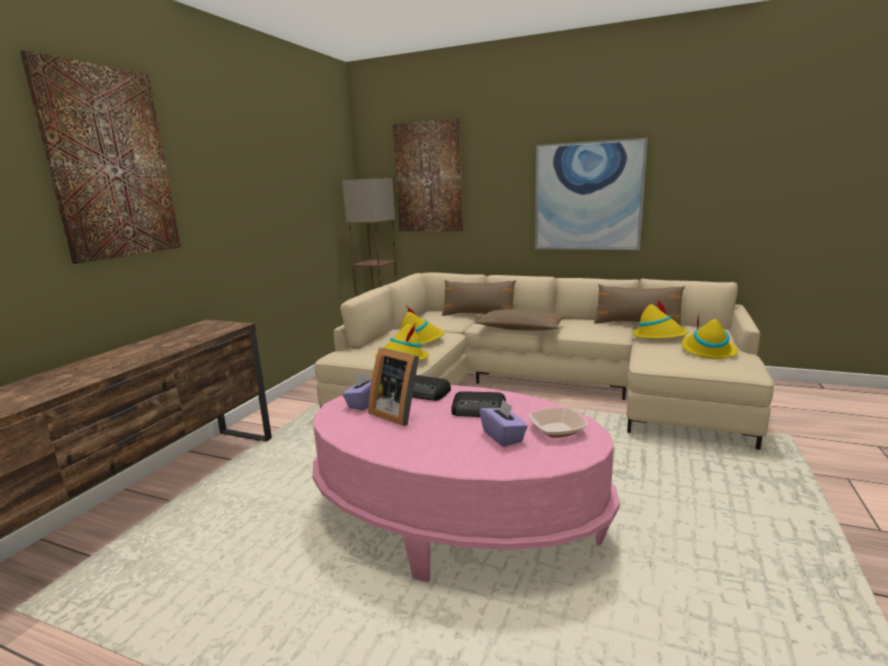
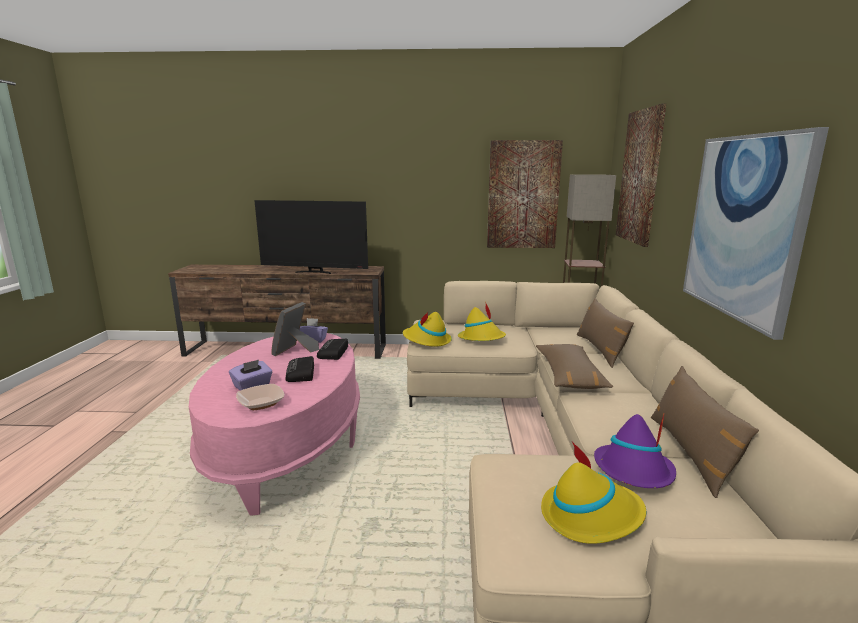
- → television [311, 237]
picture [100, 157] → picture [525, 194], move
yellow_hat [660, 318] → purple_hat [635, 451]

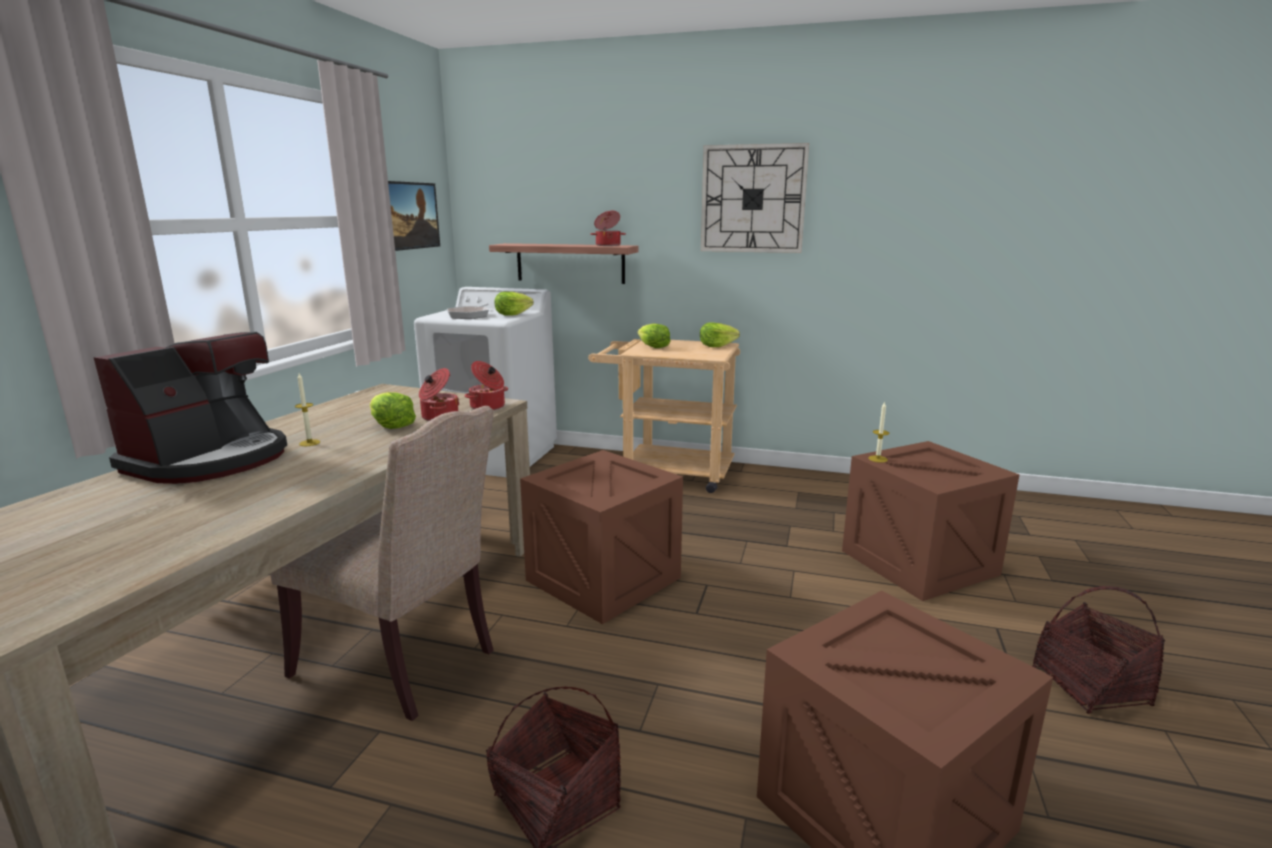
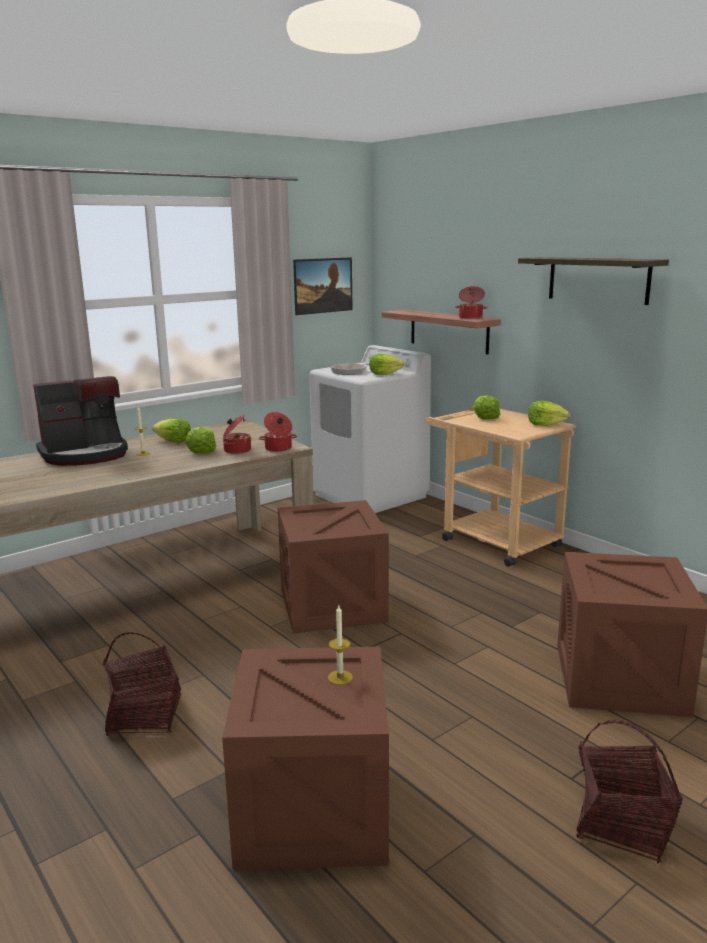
beige_chair [382, 563] → -
- → lettuce [171, 430]
candle [878, 432] → candle [340, 645], move
wall_clock [755, 198] → shelf [593, 281]

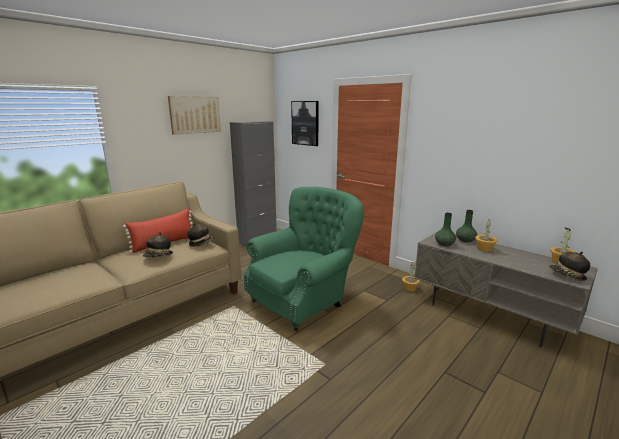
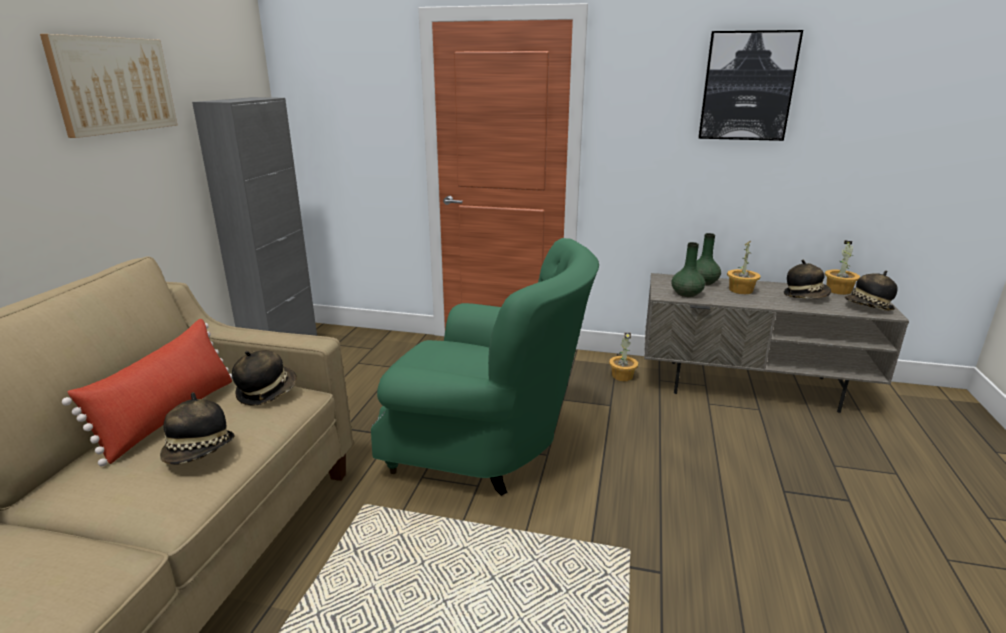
- → hat [807, 279]
picture [305, 123] → picture [750, 85], move
green_armchair [304, 259] → green_armchair [485, 367], 90 degrees clockwise

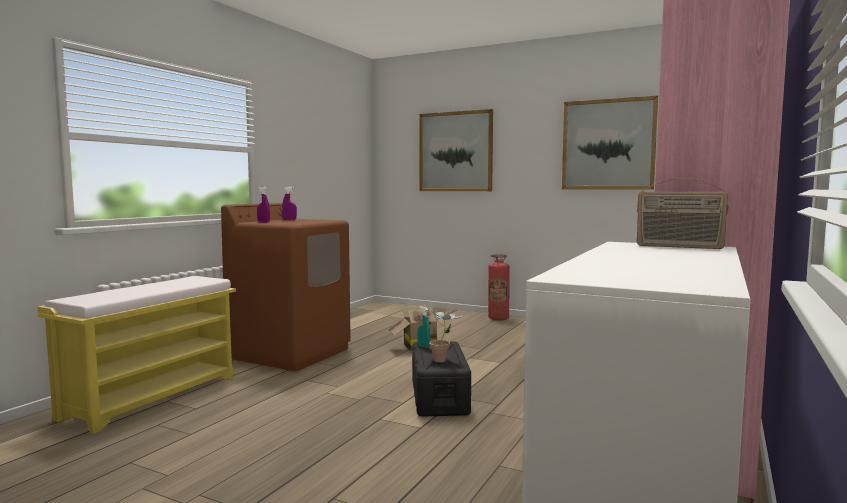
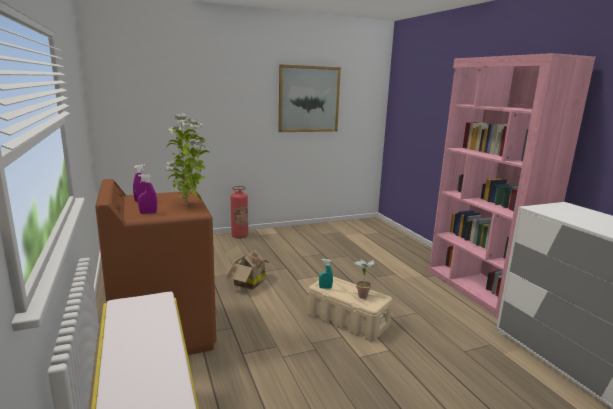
picture [456, 150] → -
radio [683, 213] → -
- → potted_plant [188, 159]
black_storage_box [441, 378] → beige_storage_box [350, 309]

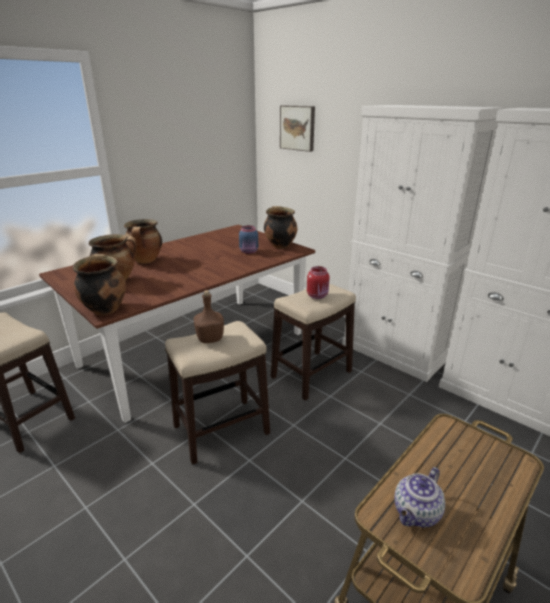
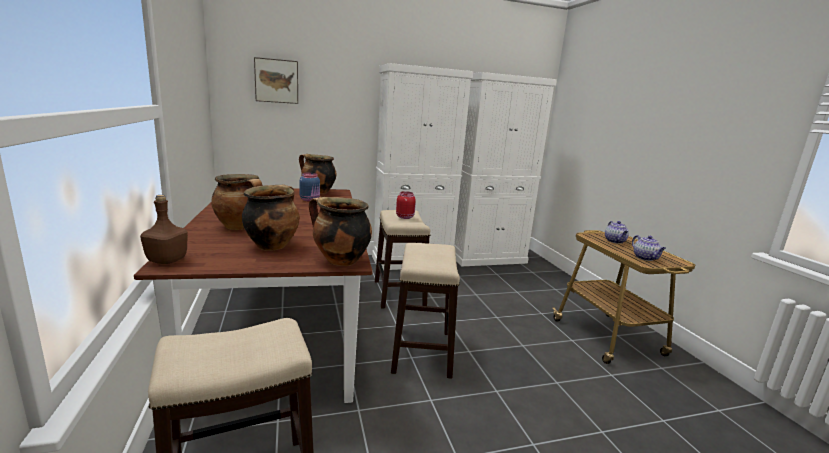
- → teapot [617, 232]
brown_bottle [209, 316] → brown_bottle [164, 229], move

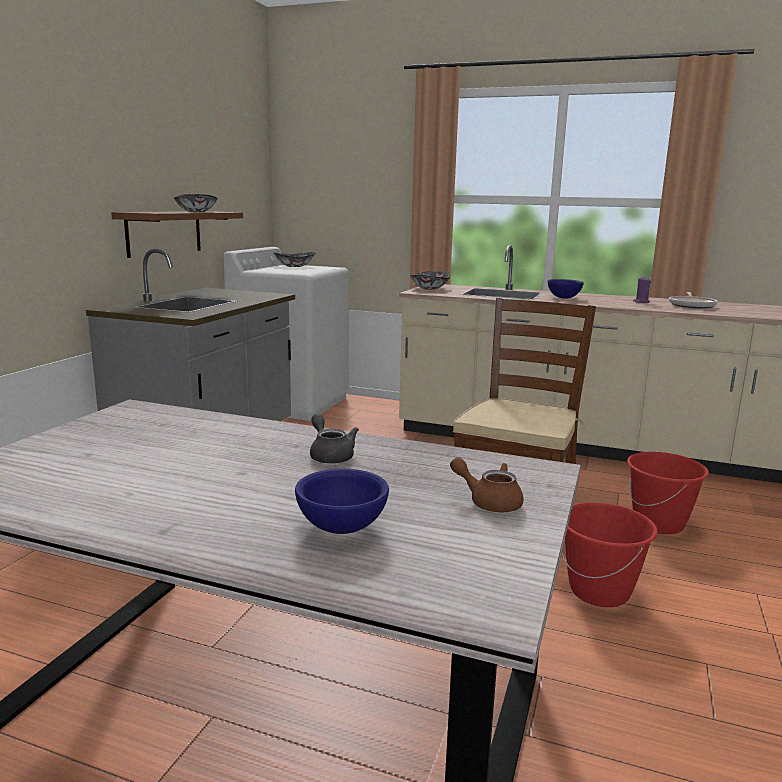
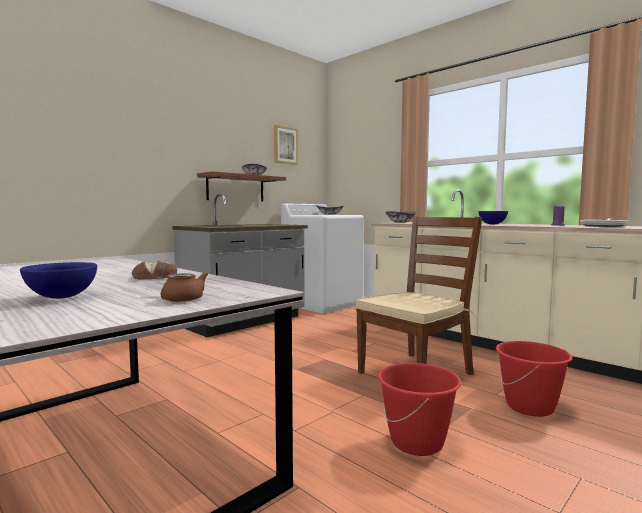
- → picture [286, 145]
grey_teapot [334, 439] → bread [150, 269]

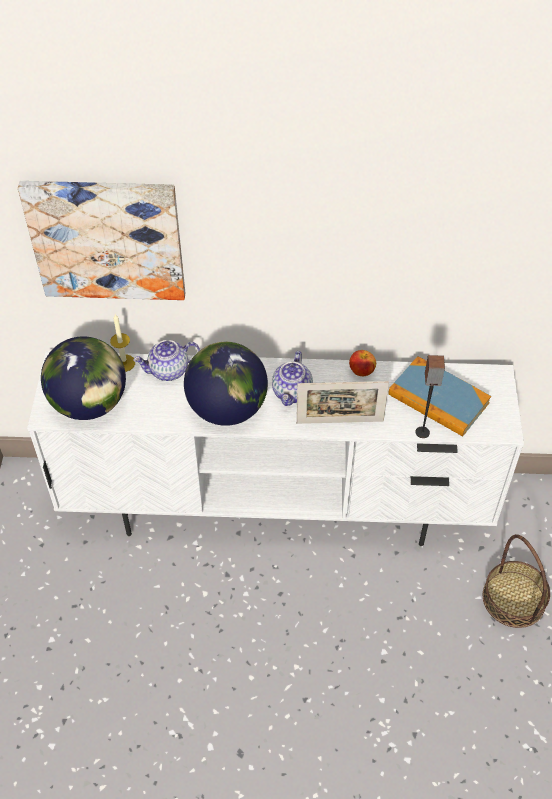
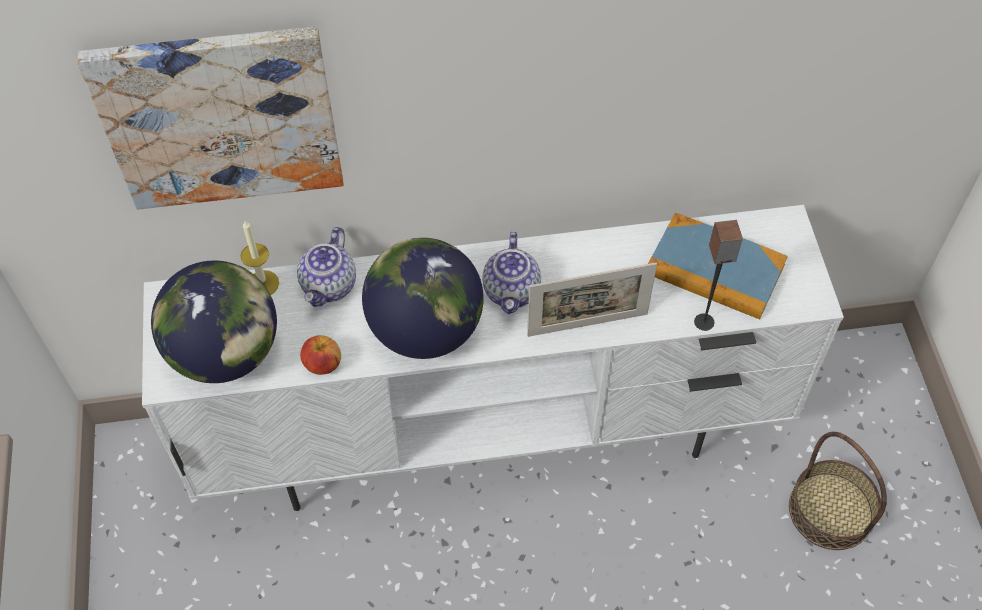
apple [362, 363] → apple [320, 355], move
teapot [166, 360] → teapot [326, 267], 45 degrees counterclockwise

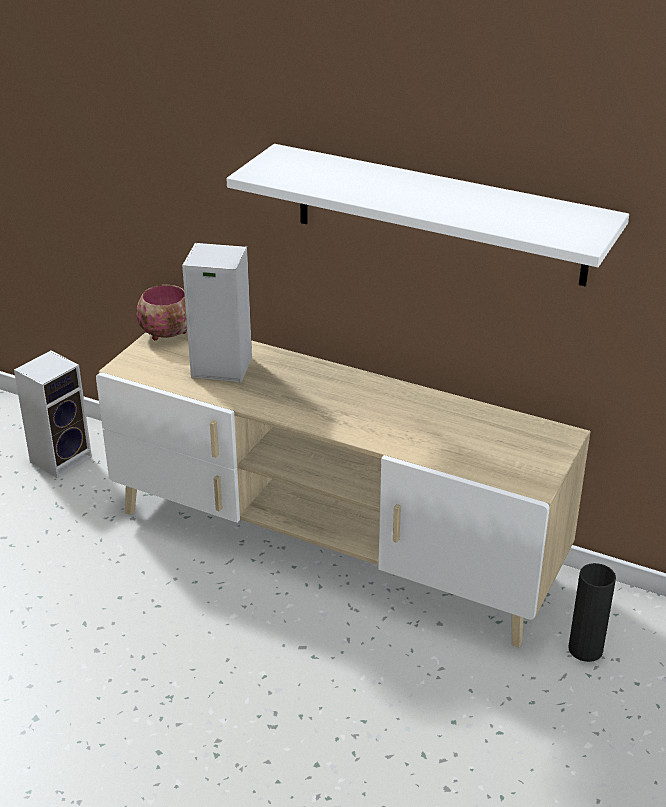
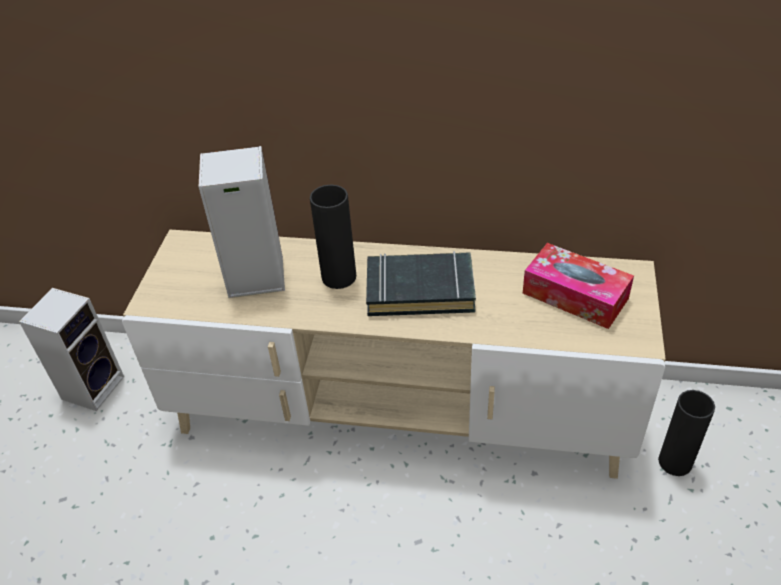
bowl [161, 312] → -
white_shelf [428, 215] → -
- → black_vase [333, 237]
- → black_book [421, 283]
- → tissue_box [578, 286]

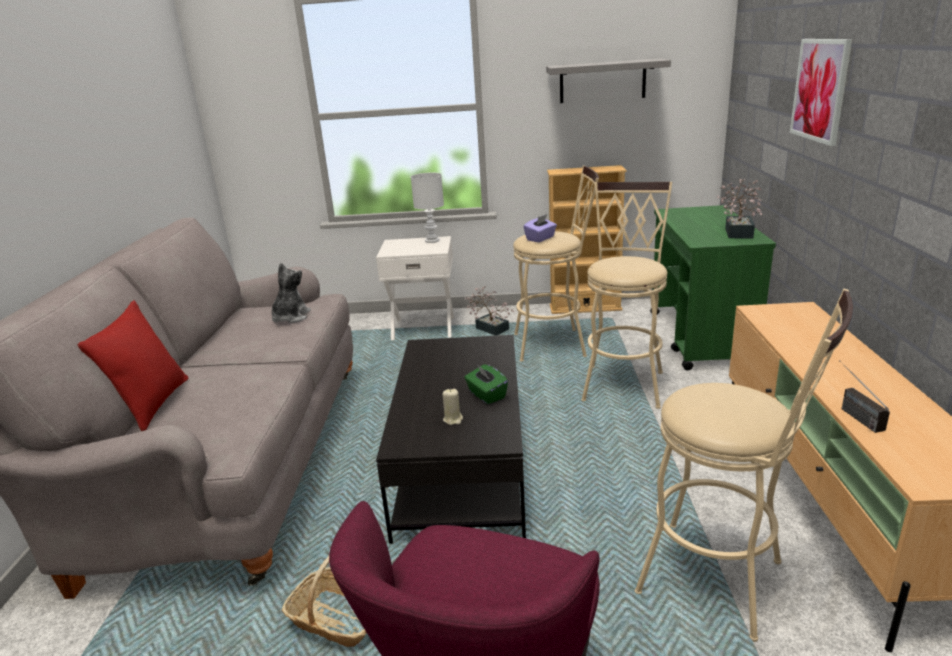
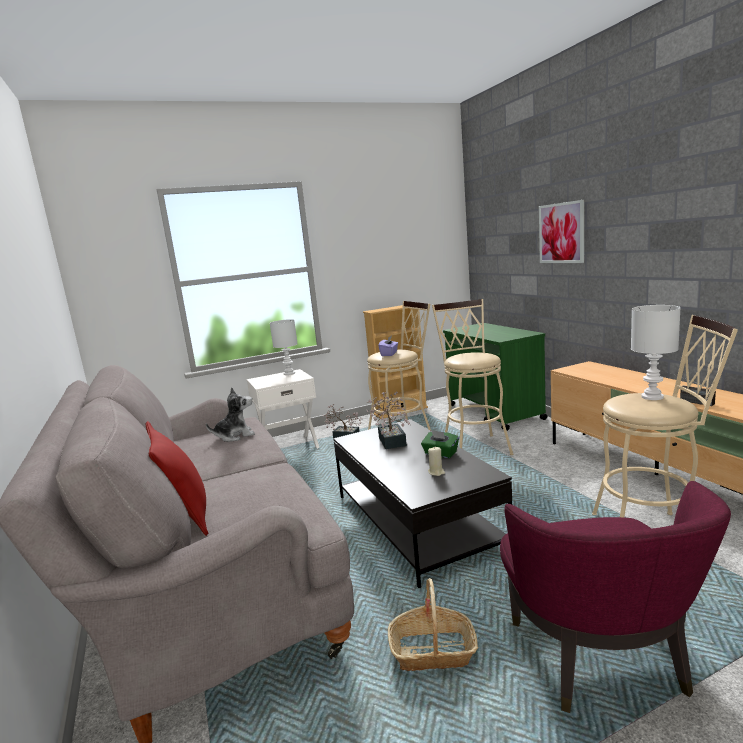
grey_shelf [608, 80] → -
- → white_table_lamp [656, 352]
potted_plant [739, 208] → potted_plant [388, 420], move
plush_toy [291, 293] → plush_toy [230, 414], 75 degrees clockwise

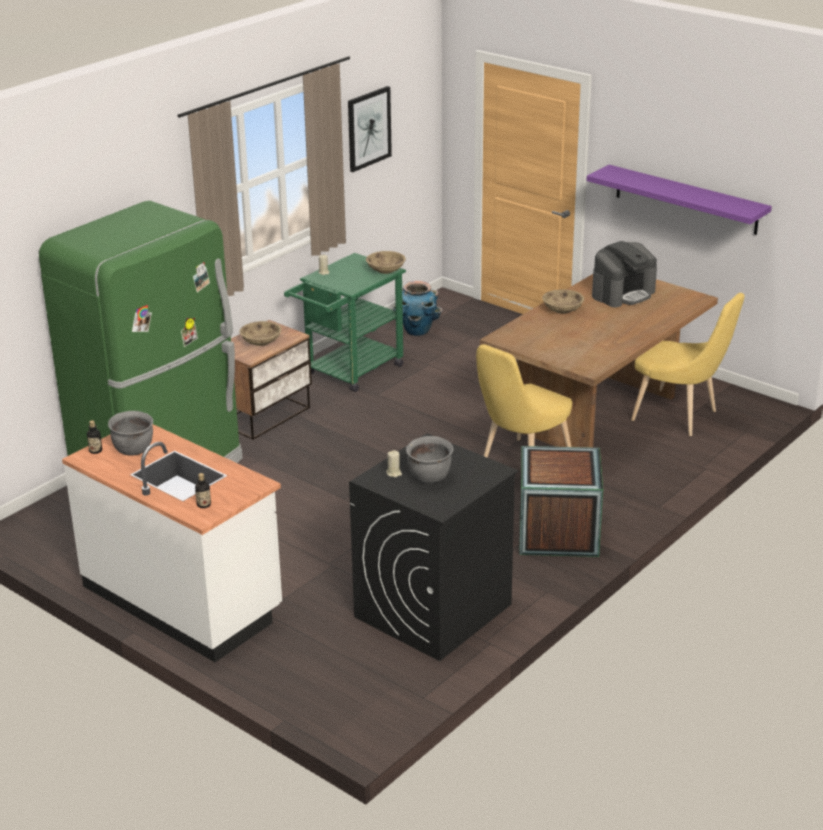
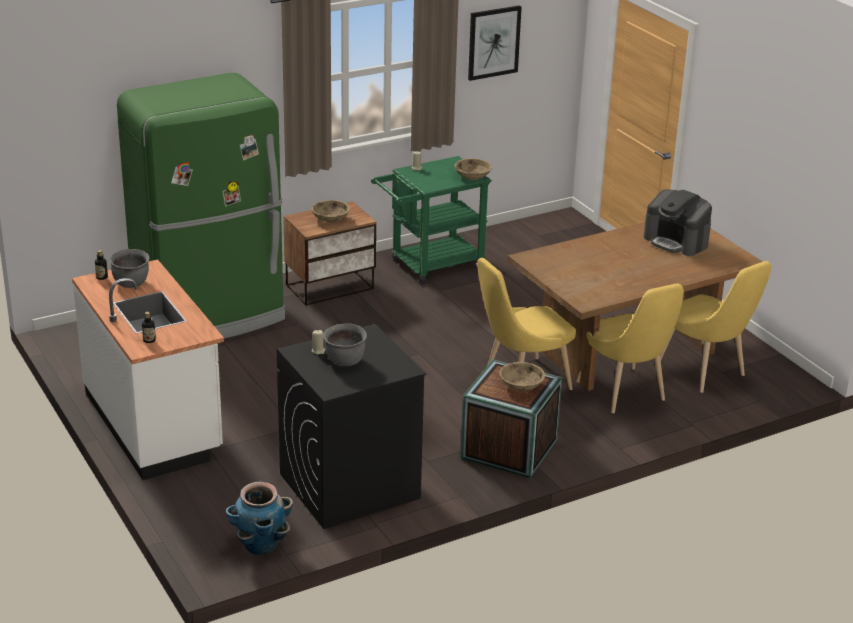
purple_shelf [679, 200] → -
- → yellow_chair [630, 348]
planter [417, 308] → planter [259, 518], move
beige_bowl [563, 301] → beige_bowl [522, 376], move
coffee_machine [624, 274] → coffee_machine [678, 222], 60 degrees clockwise

